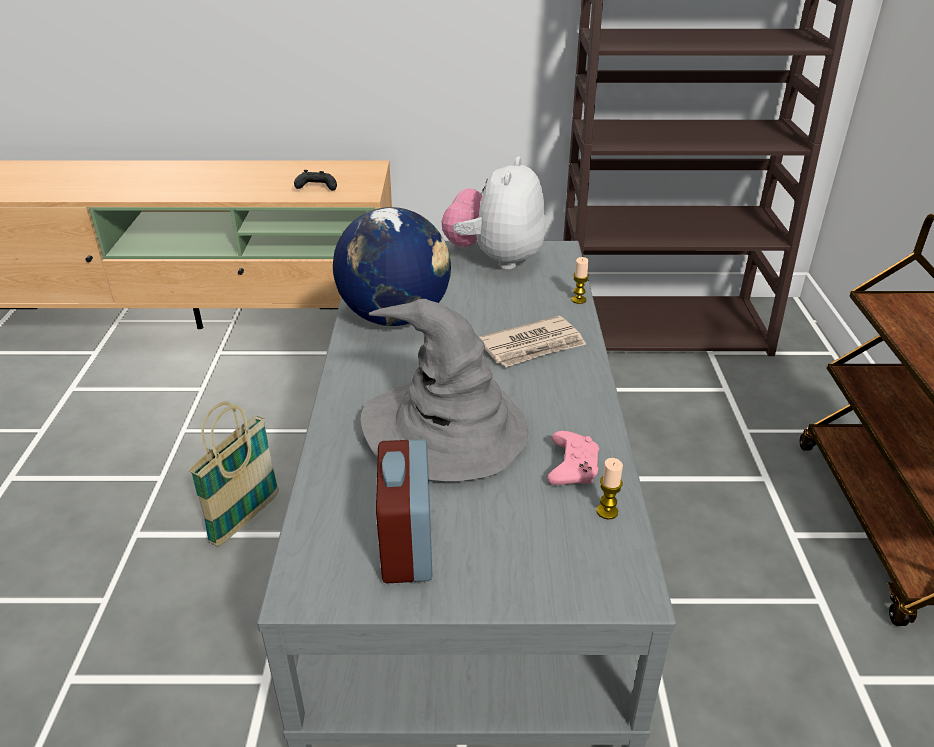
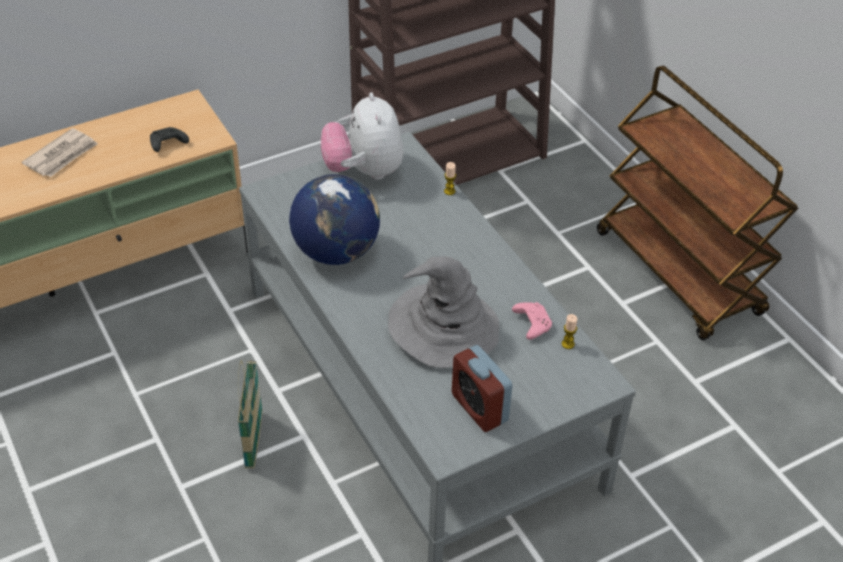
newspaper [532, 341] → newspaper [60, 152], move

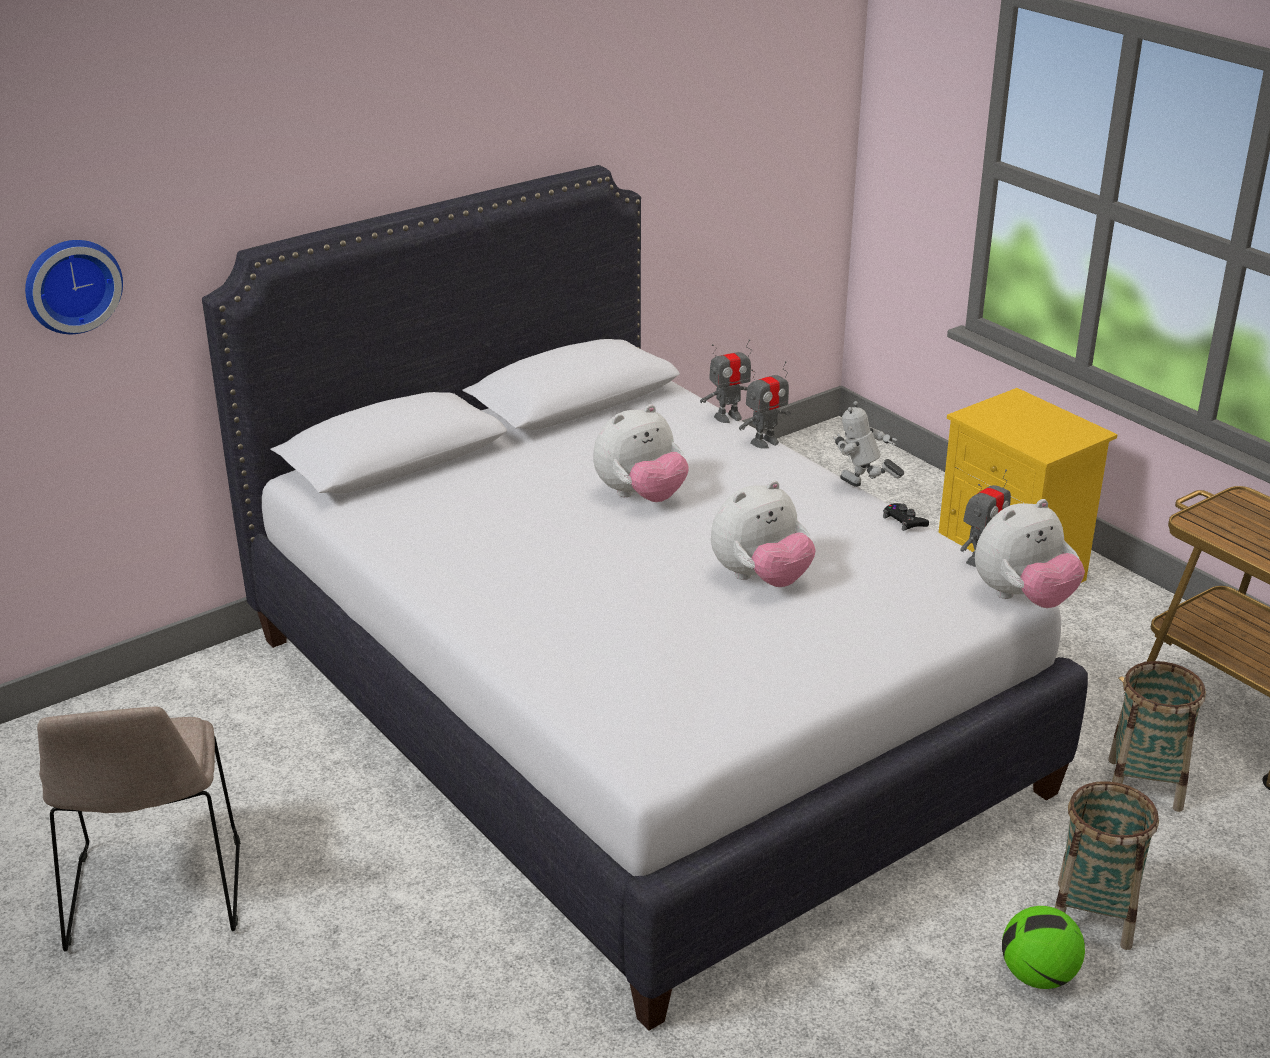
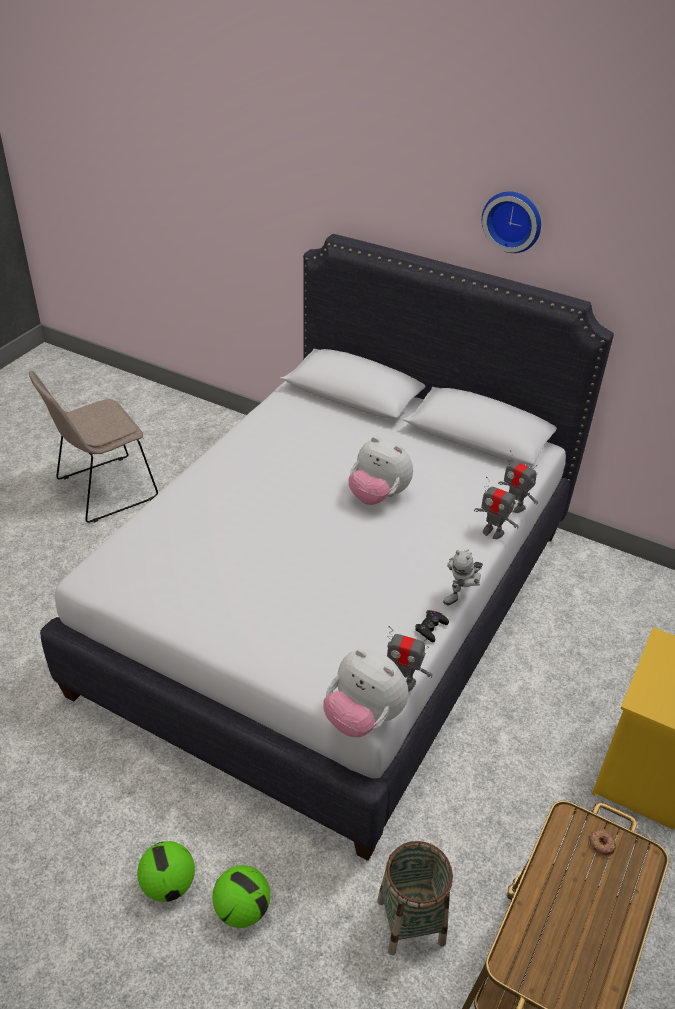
plush_toy [763, 533] → -
- → donut [602, 843]
wall_clock [74, 287] → wall_clock [511, 222], move
basket [1107, 865] → football [241, 896]
toy_robot [868, 444] → toy_robot [463, 577], 150 degrees counterclockwise

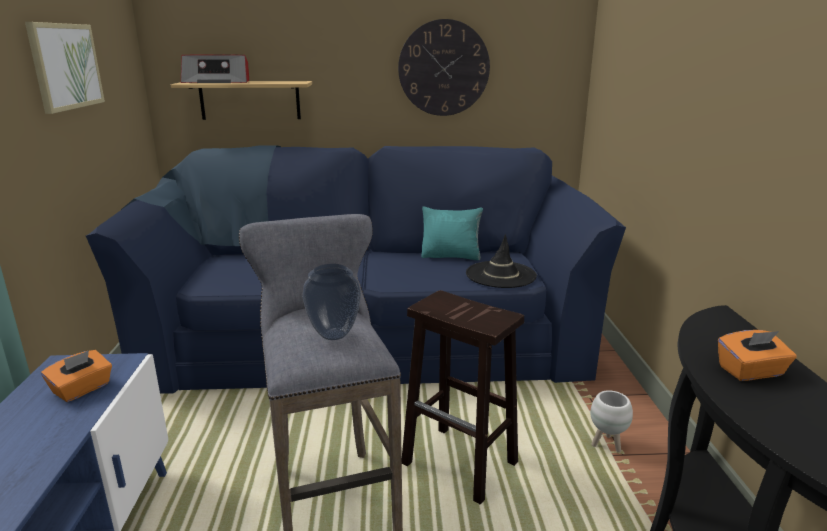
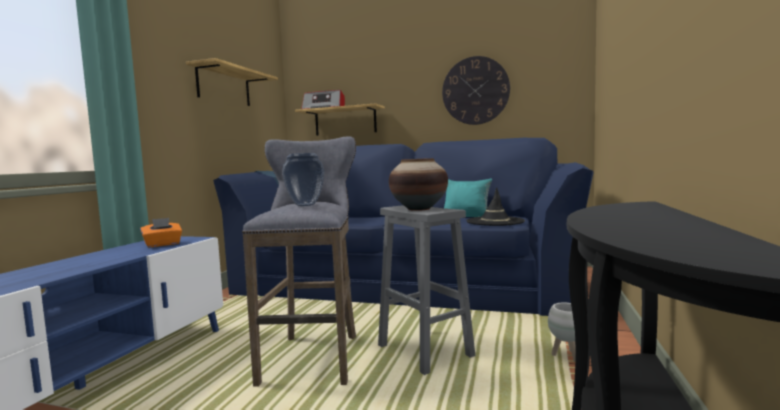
orange_tissue_box [757, 355] → -
- → vase [418, 184]
picture [65, 68] → shelf [232, 82]
brown_stool [463, 397] → grey_stool [426, 290]

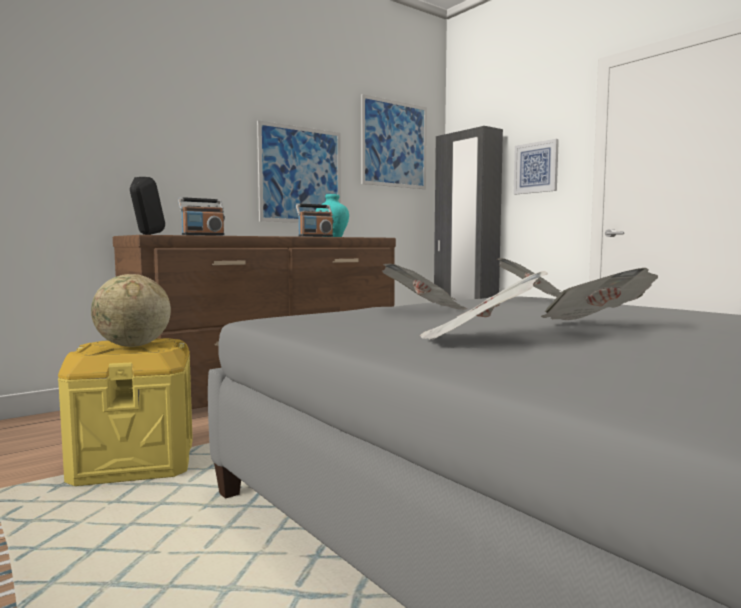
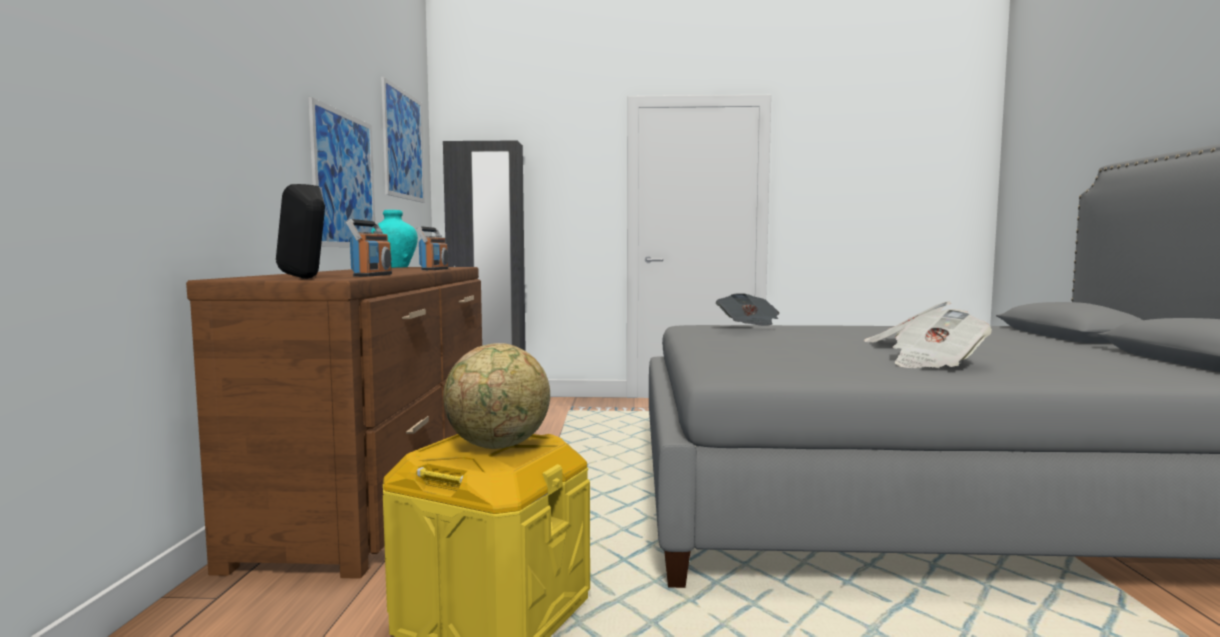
newspaper [424, 286] → -
picture [536, 166] → -

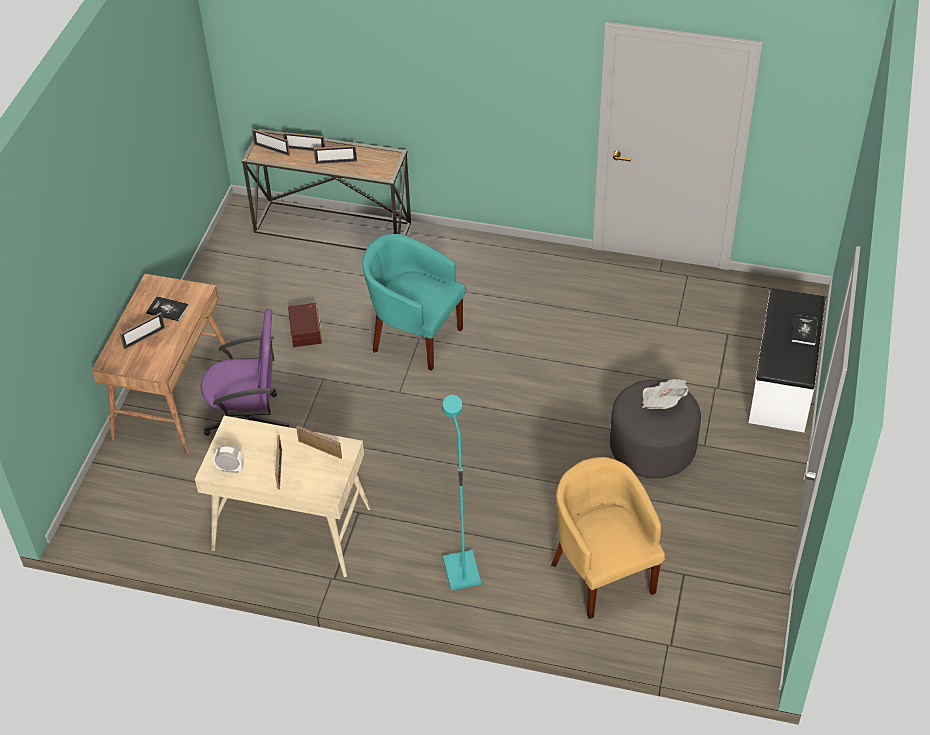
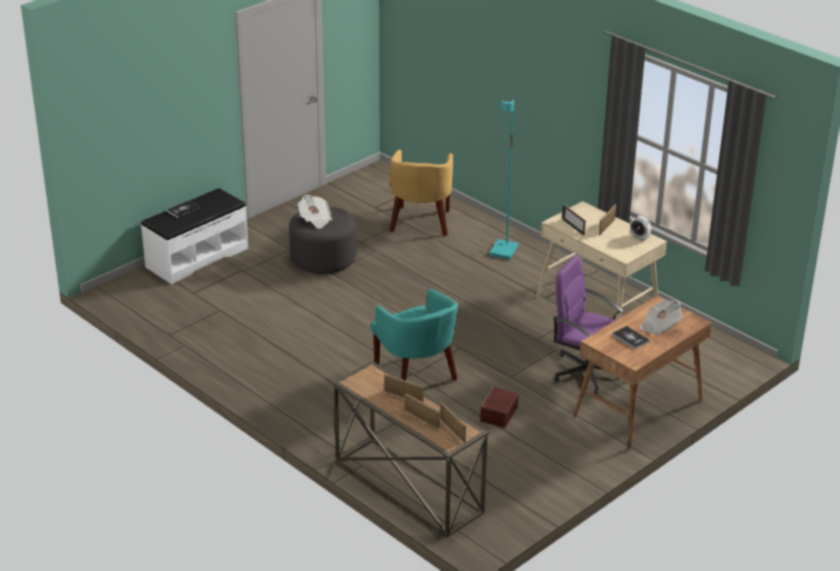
picture_frame [142, 331] → newspaper [661, 318]

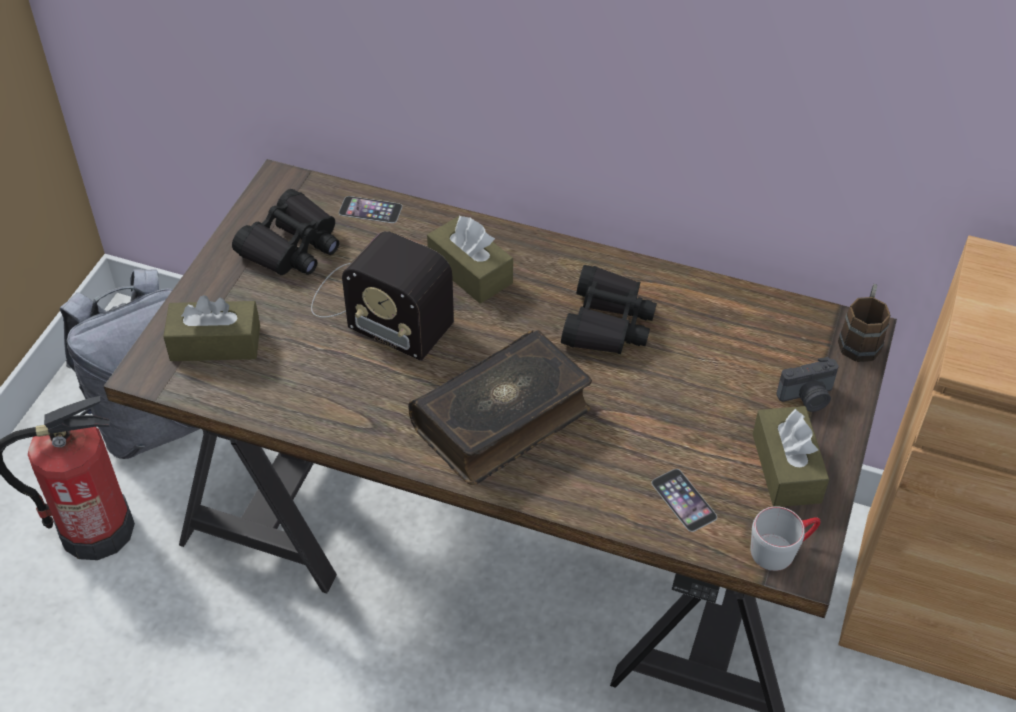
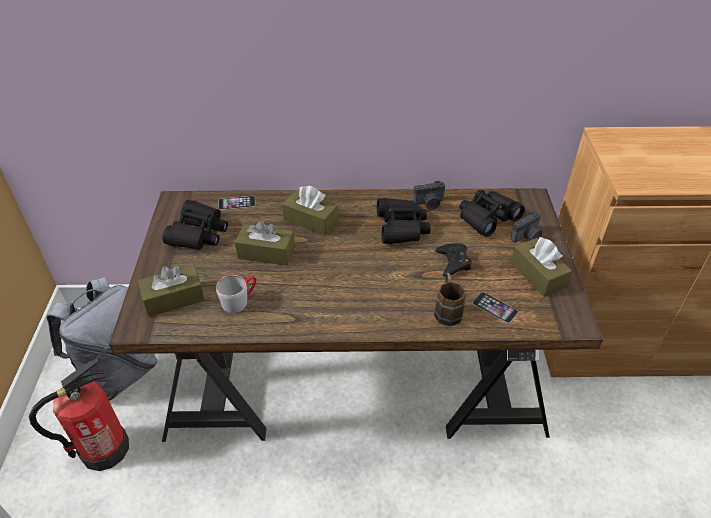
book [500, 407] → -
- → photo_camera [429, 195]
- → black_game_controller [453, 260]
- → black_binoculars [492, 213]
grey_mug [785, 538] → grey_mug [236, 294], move
brown_mug [864, 323] → brown_mug [450, 299], move
radio [382, 296] → brown_tissue_box [265, 243]

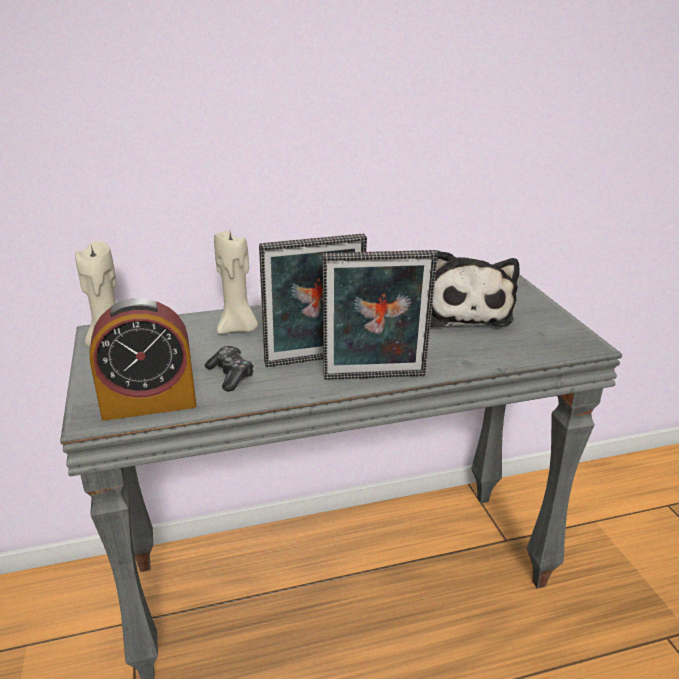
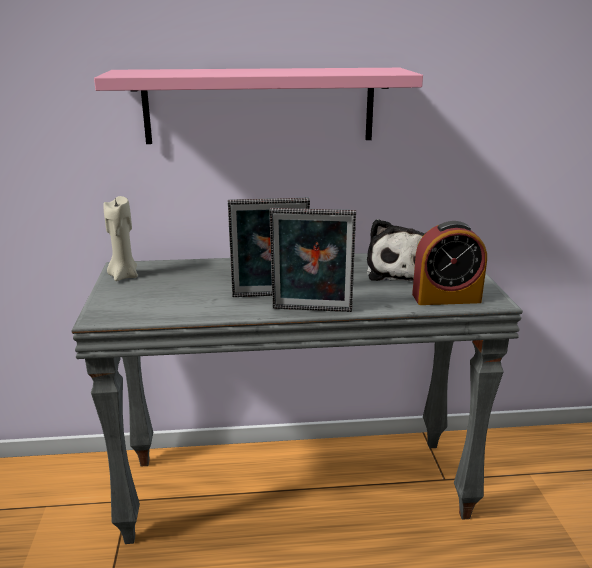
game_controller [229, 369] → -
beige_candle [236, 282] → -
- → pink_shelf [258, 106]
alarm_clock [143, 359] → alarm_clock [449, 263], move

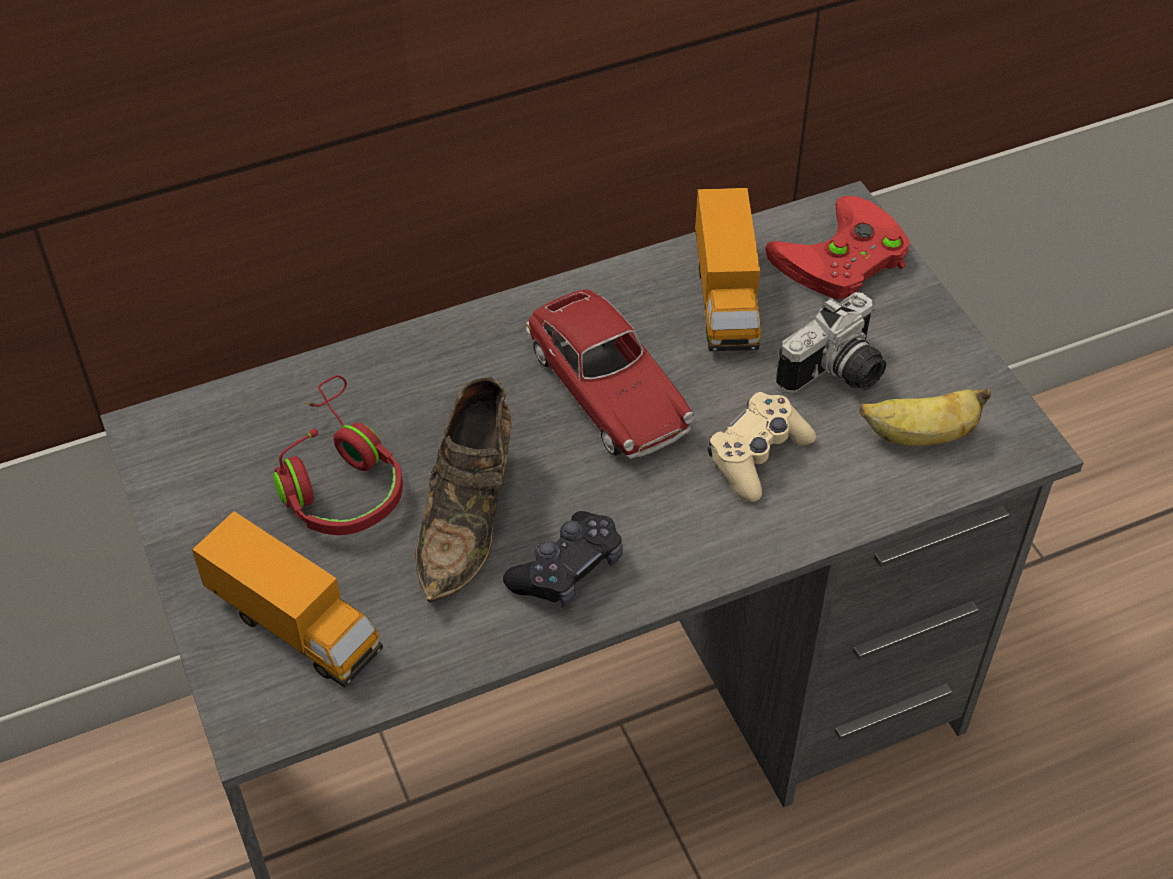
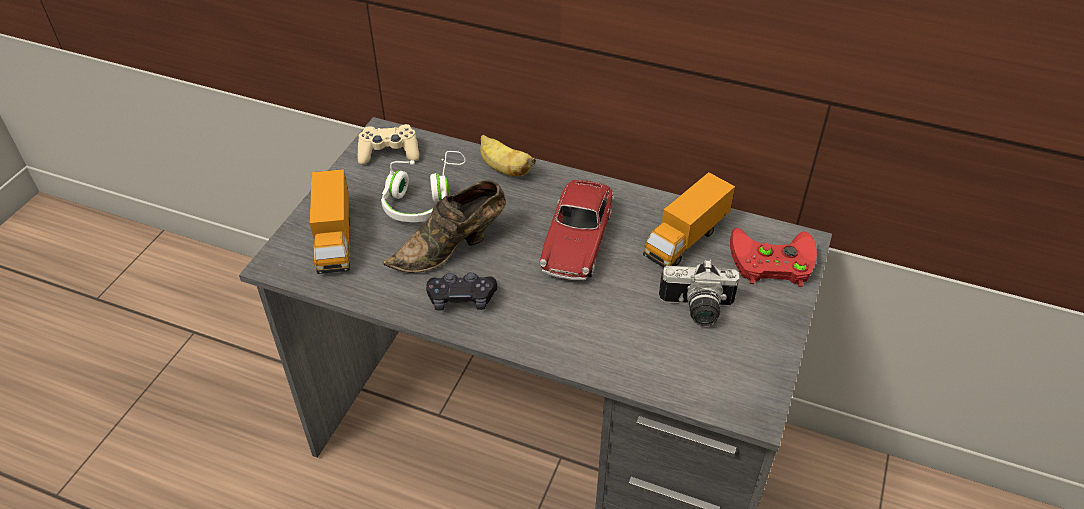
beige_game_controller [762, 447] → beige_game_controller [388, 144], move
banana [925, 417] → banana [508, 155], move
red_headphones [338, 455] → white_headphones [423, 186]

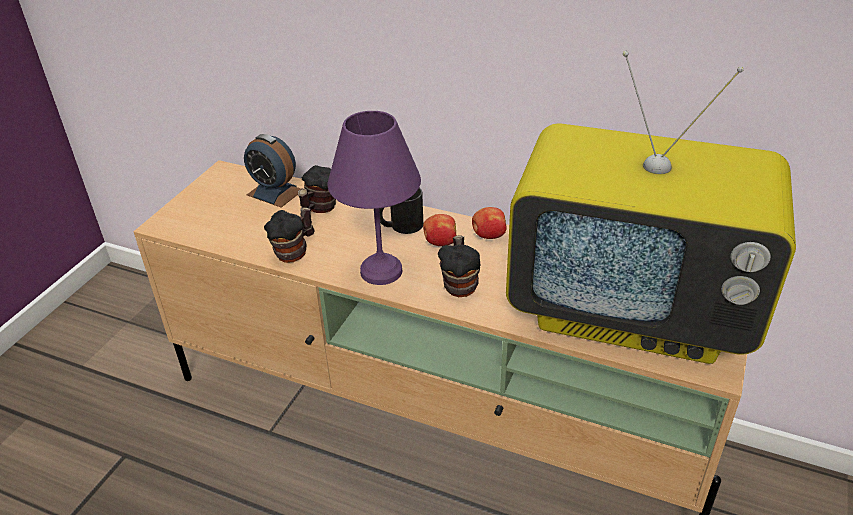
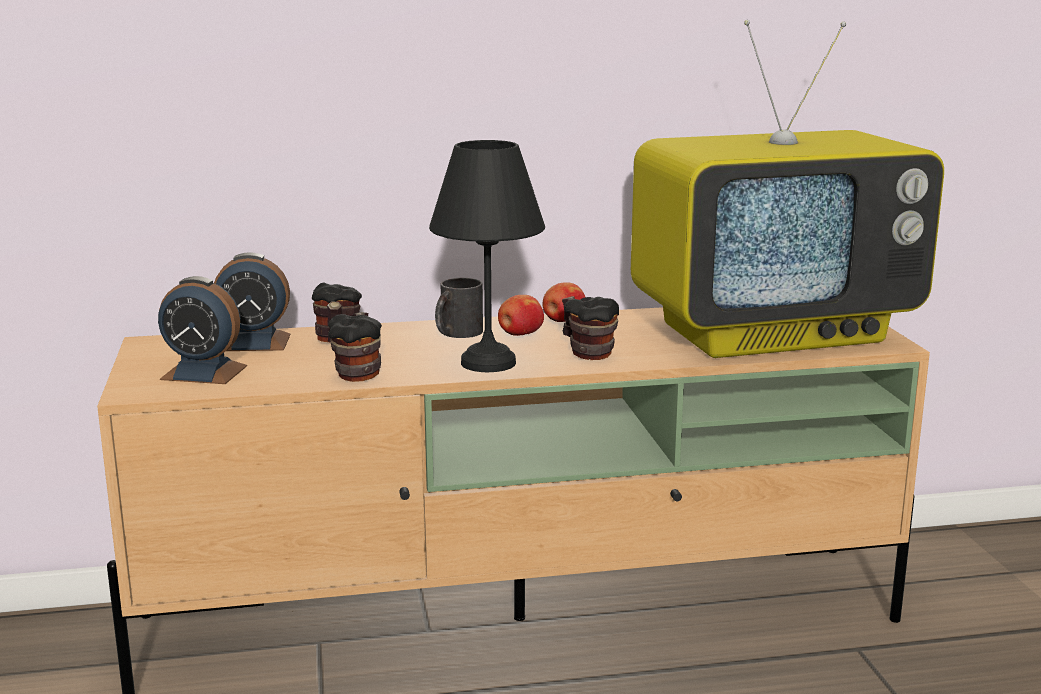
- → alarm_clock [202, 330]
purple_table_lamp [374, 198] → black_table_lamp [487, 256]

